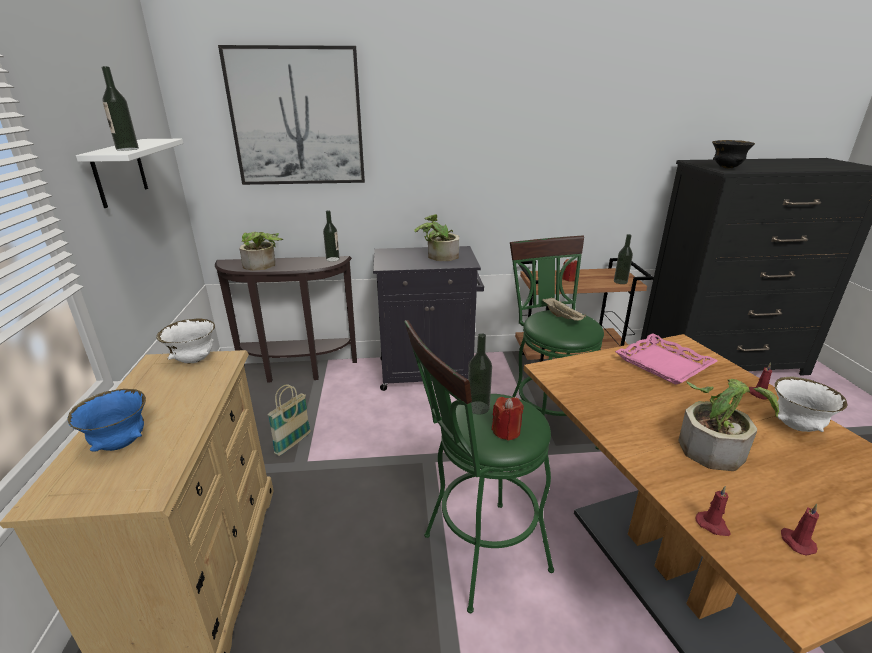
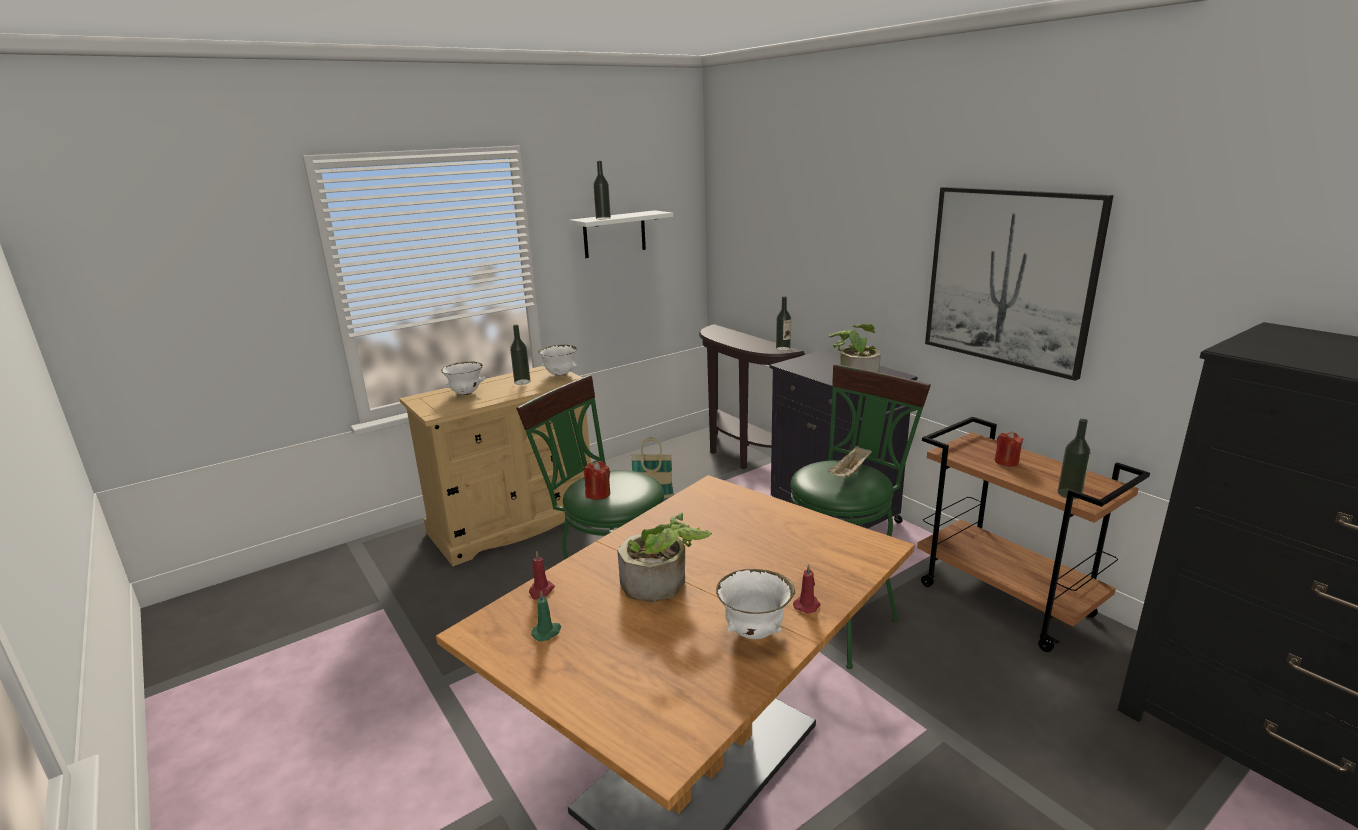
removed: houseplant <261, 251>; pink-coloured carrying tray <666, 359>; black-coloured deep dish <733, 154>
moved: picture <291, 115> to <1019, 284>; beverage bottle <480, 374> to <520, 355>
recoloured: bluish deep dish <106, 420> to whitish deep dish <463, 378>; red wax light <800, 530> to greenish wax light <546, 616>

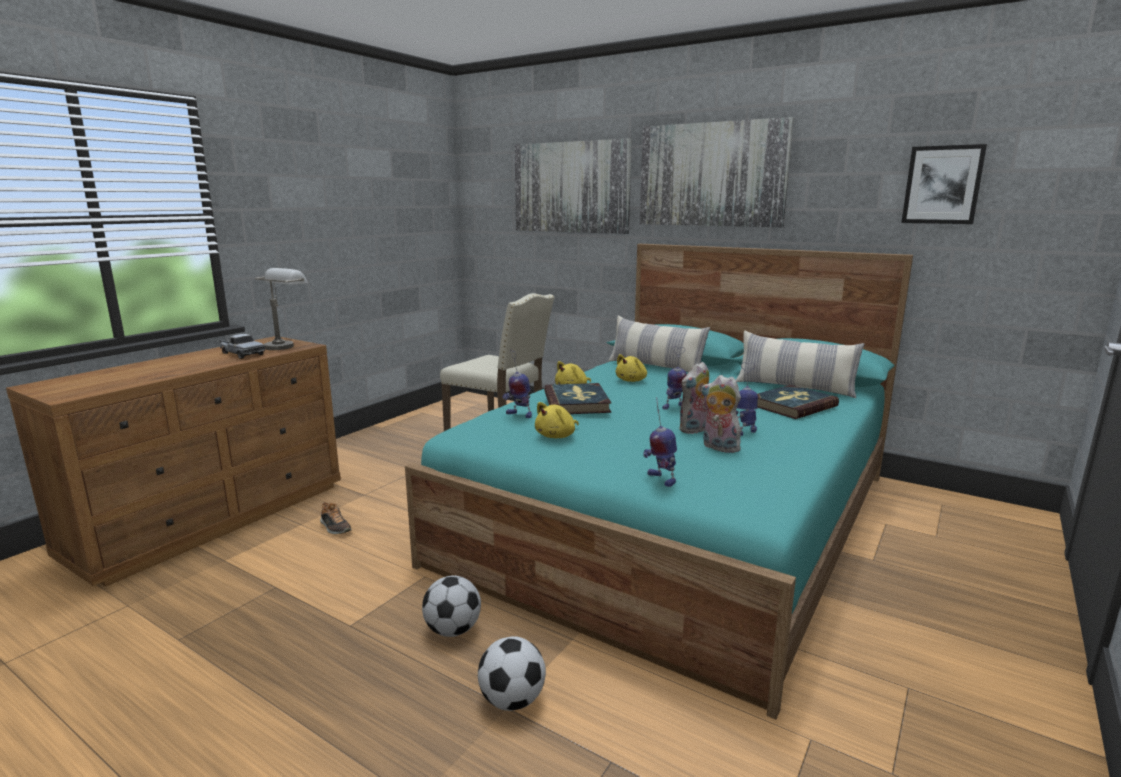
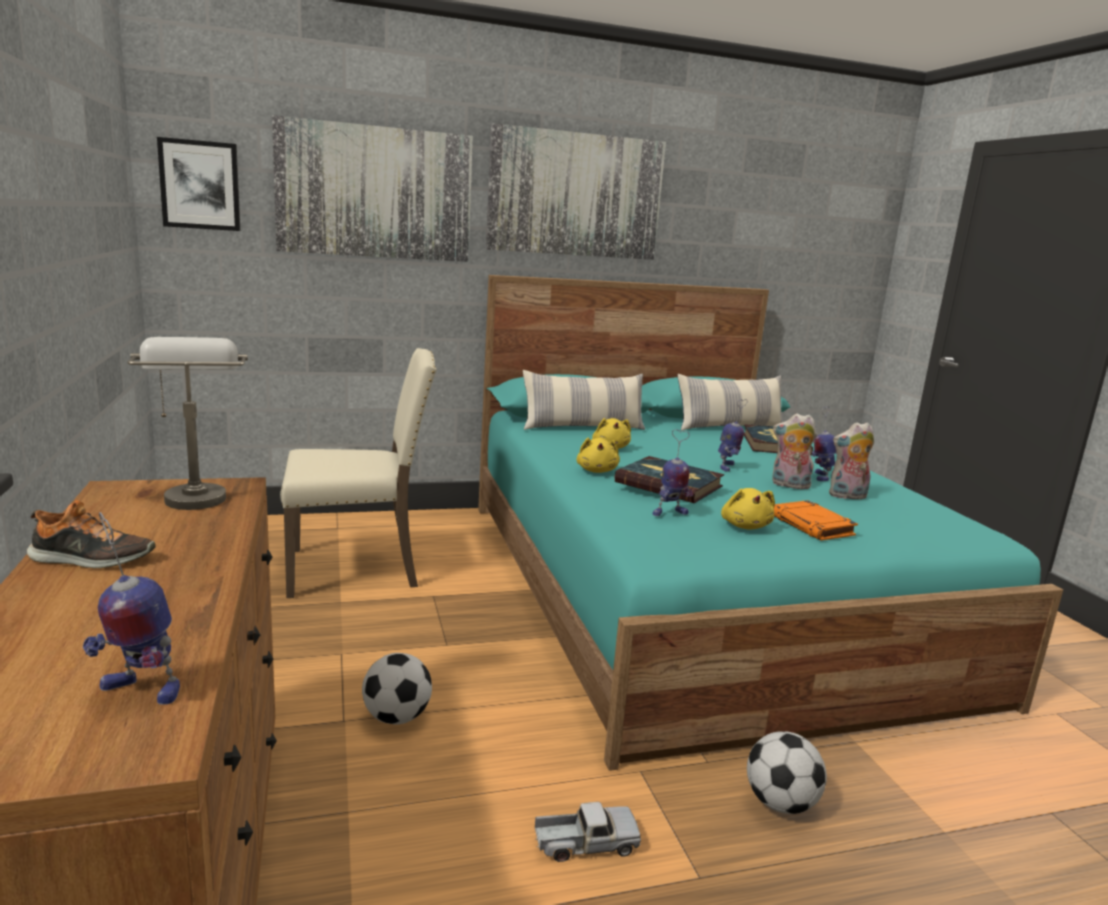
added: orangey volume <816, 520>
moved: model truck <242, 346> to <588, 832>; shoe <336, 518> to <91, 534>; ball for football <512, 673> to <397, 689>; model robot <660, 442> to <131, 608>; picture <944, 184> to <198, 184>
turned: plush toy <694, 398> = <794, 451> 105 degrees clockwise

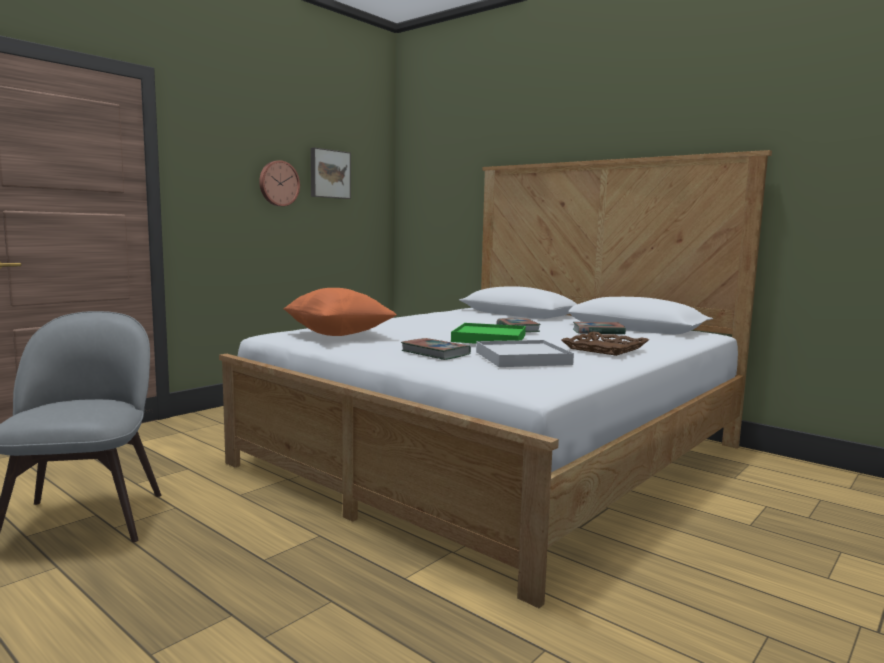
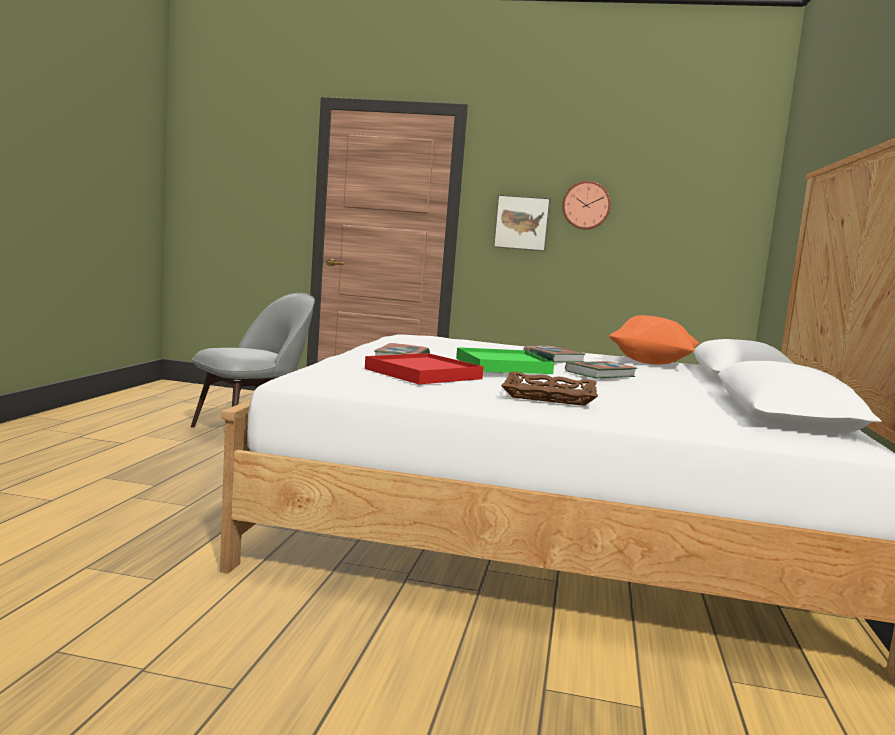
moved: orangey pillow <340, 312> to <654, 339>; picture <331, 173> to <522, 223>; volume <599, 328> to <554, 354>
recoloured: whitish carrying tray <525, 353> to red carrying tray <424, 368>

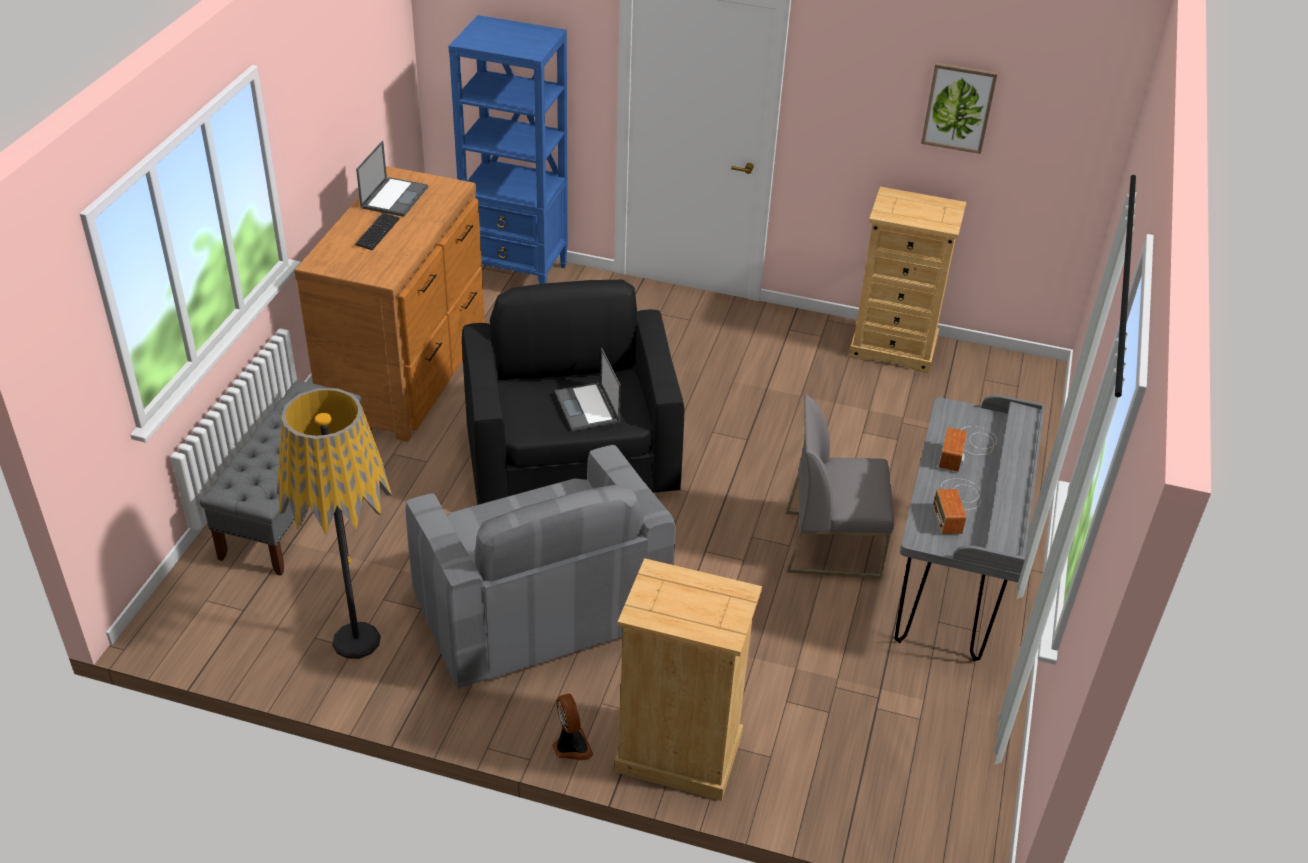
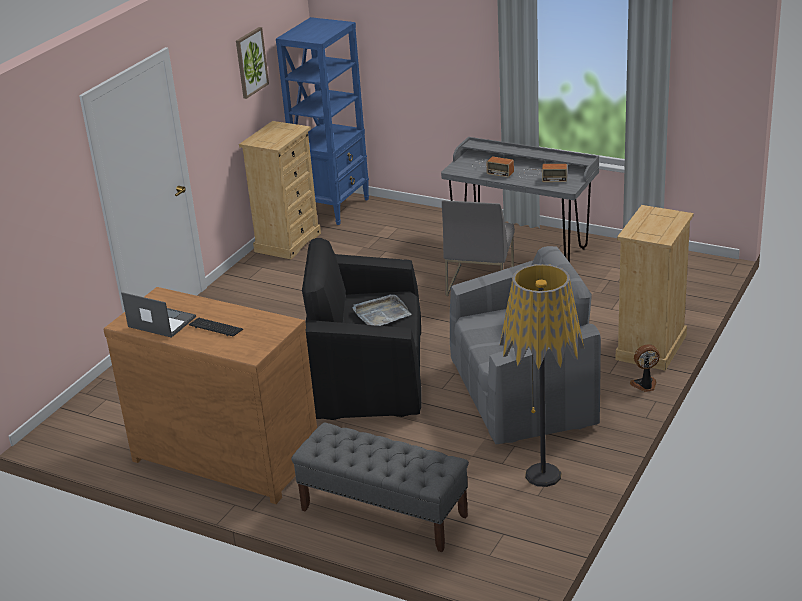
moved: bluish shelving unit <508, 149> to <322, 121>
replaced: portable computer <588, 389> to greyish carrying tray <382, 310>

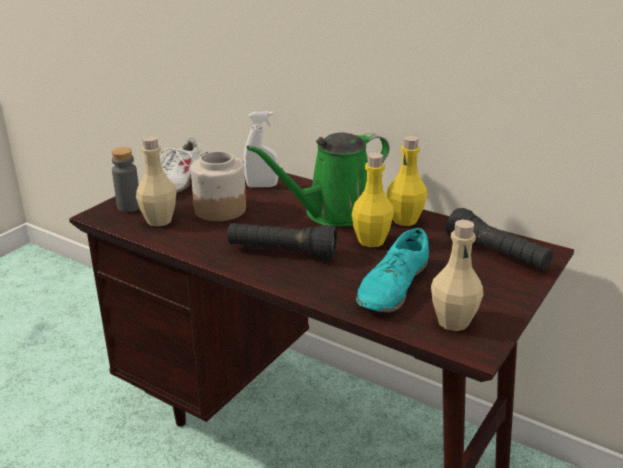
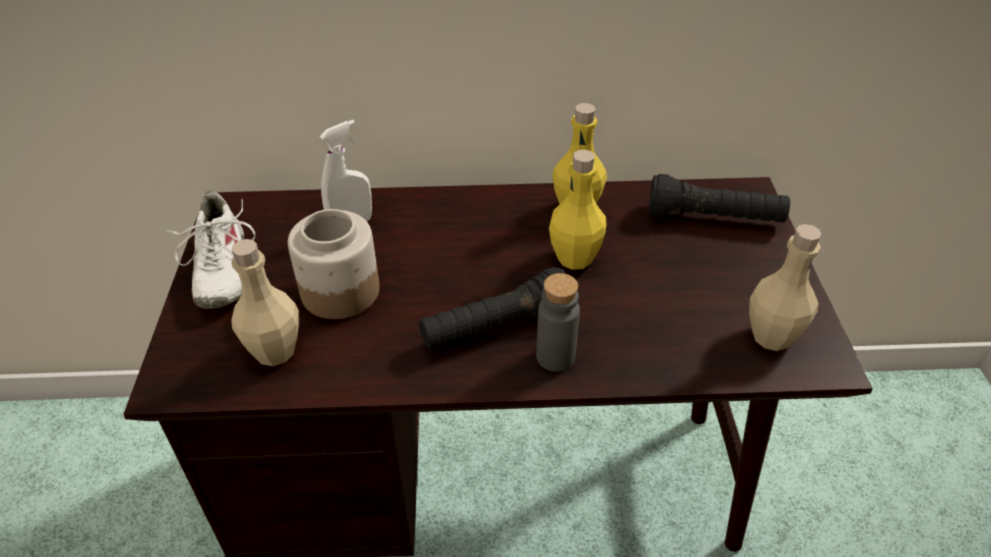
removed: greenish sprinkling can <318, 179>; turquoise-coloured shoe <392, 270>
moved: greyish beverage bottle <126, 179> to <558, 322>

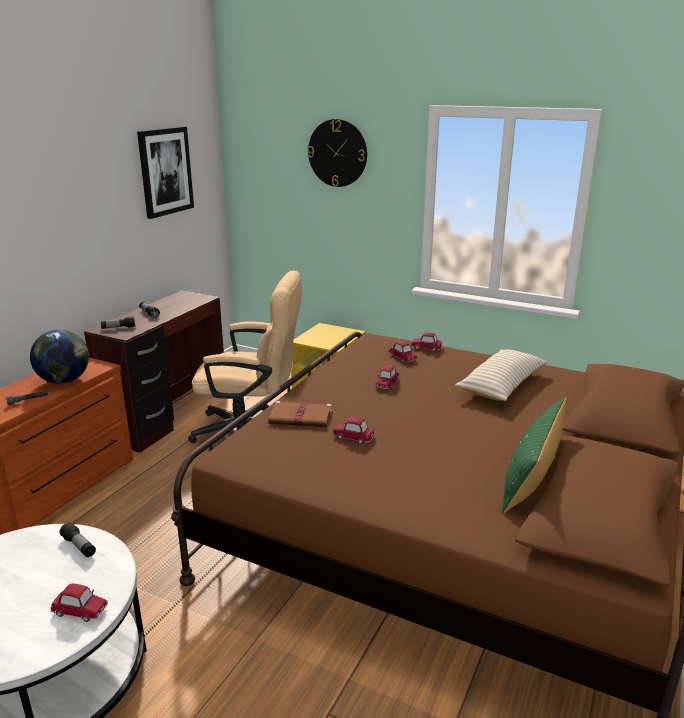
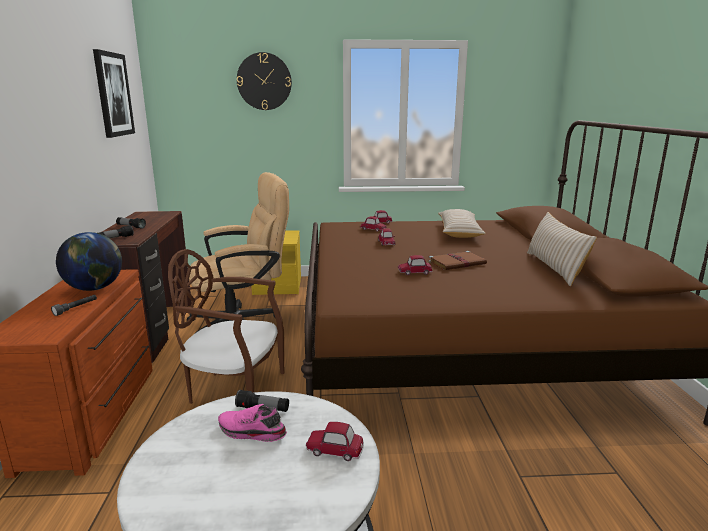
added: brown-coloured chair <226, 326>; pink-coloured shoe <252, 423>
moved: brown-coloured volume <302, 414> to <458, 260>
recoloured: greenish pillow <534, 455> to sand-coloured pillow <562, 249>
turned: toy car <79, 603> = <335, 441> 150 degrees counterclockwise

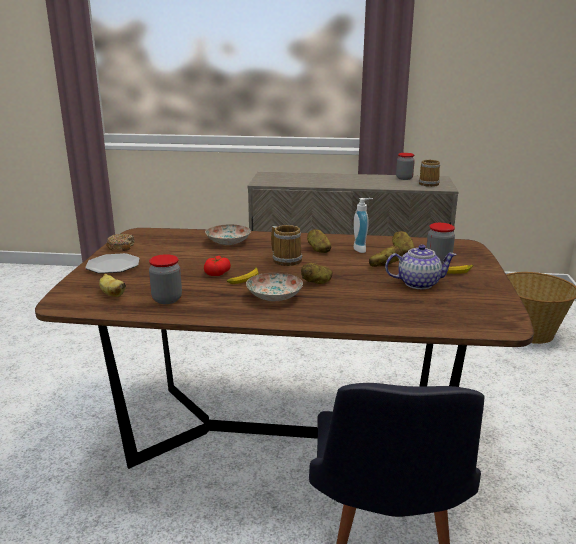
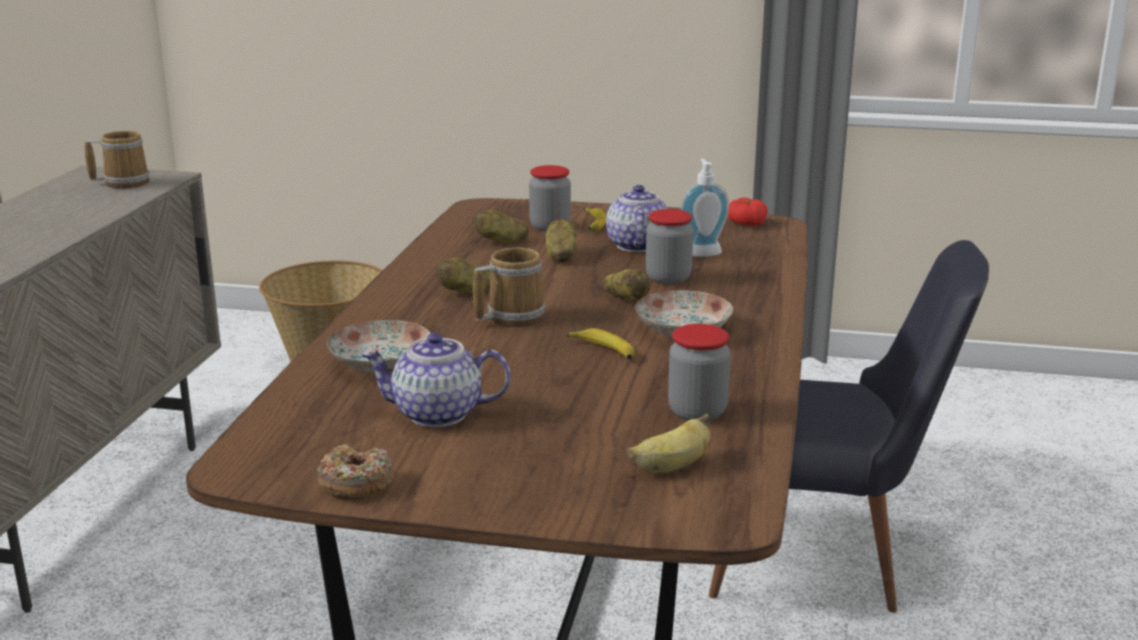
removed: dinner plate <112, 263>
added: teapot <436, 379>
moved: tomato <217, 266> to <748, 212>; soap bottle <363, 225> to <704, 208>; jar <405, 166> to <670, 246>

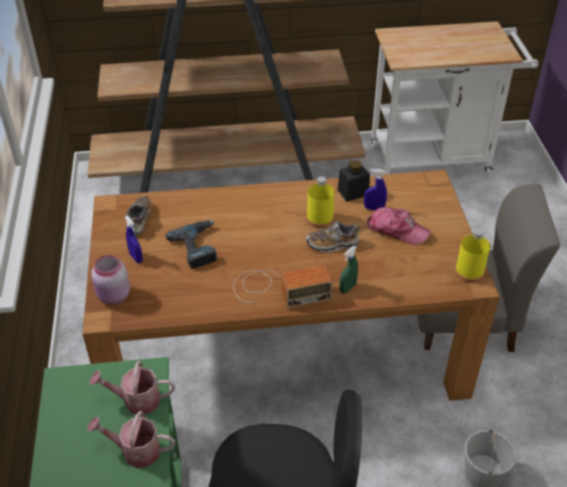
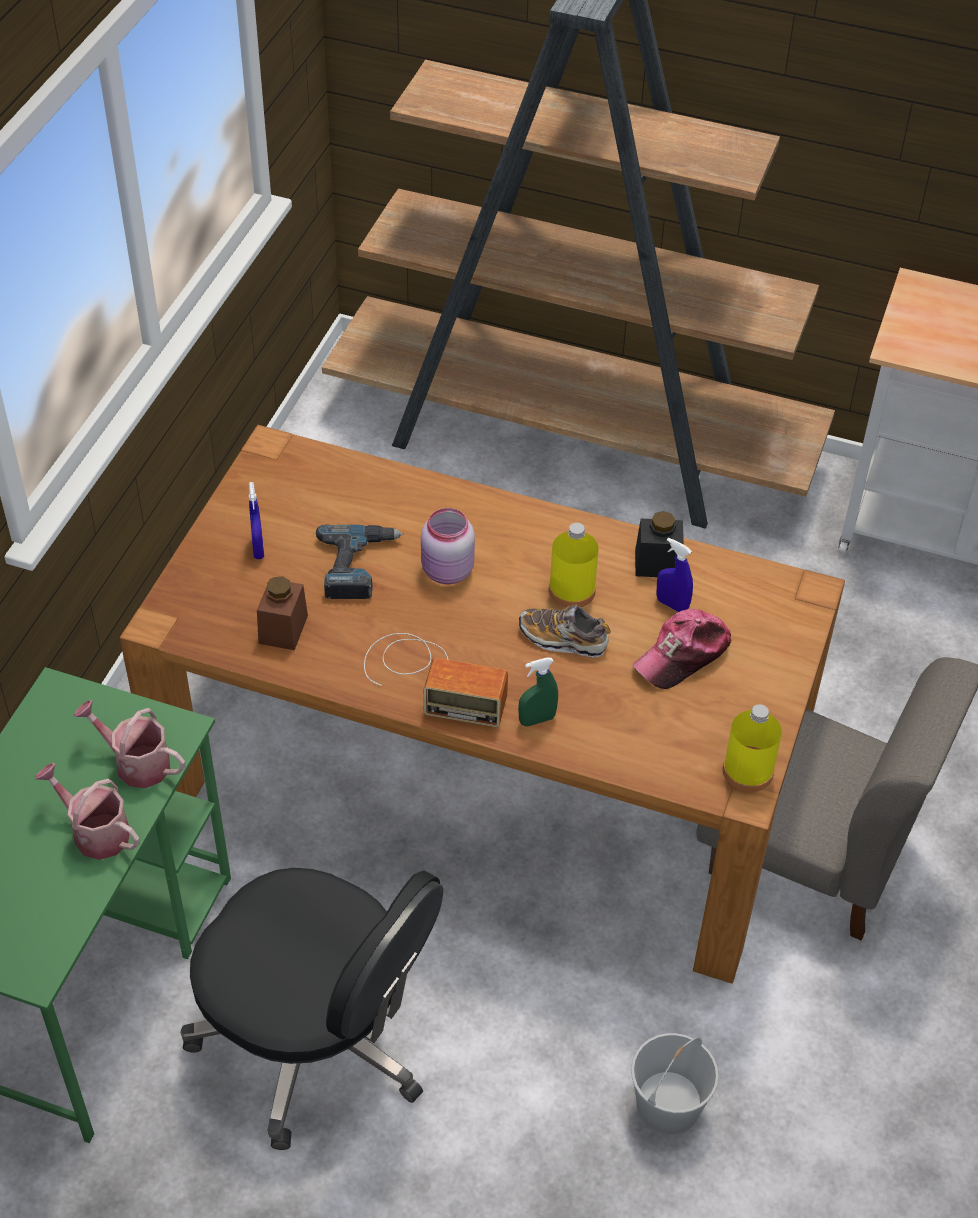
removed: shoe <138, 215>
added: brown-coloured jar <282, 613>
moved: pink-coloured jar <110, 279> to <448, 546>
turned: baseball cap <399, 226> = <682, 649> 90 degrees clockwise

